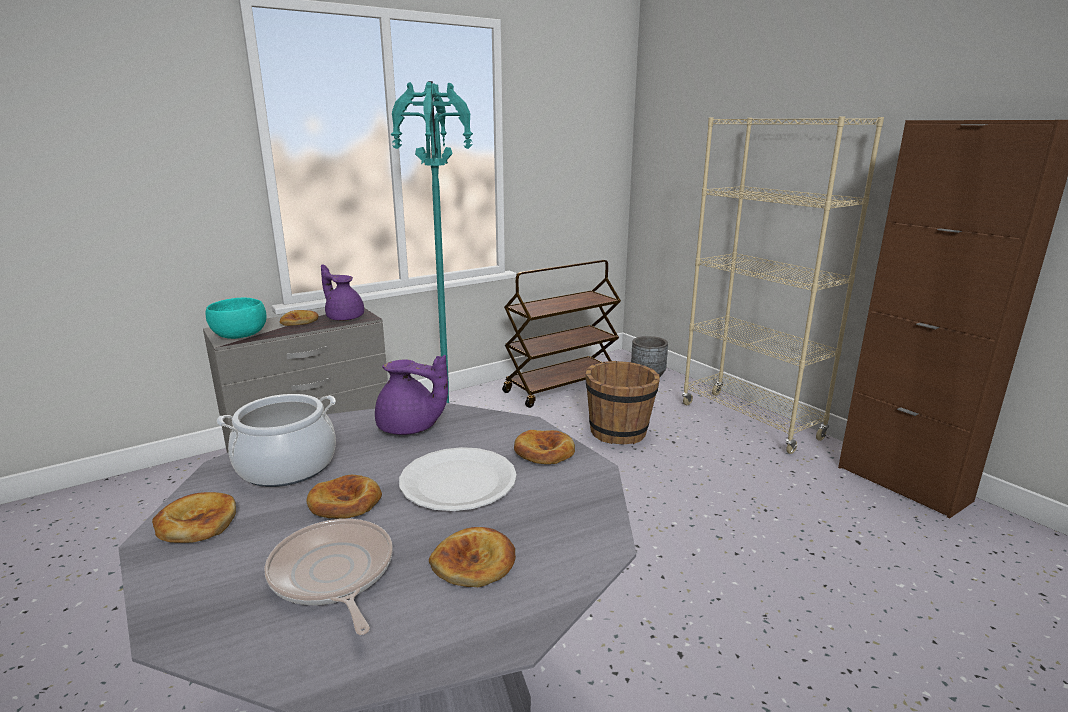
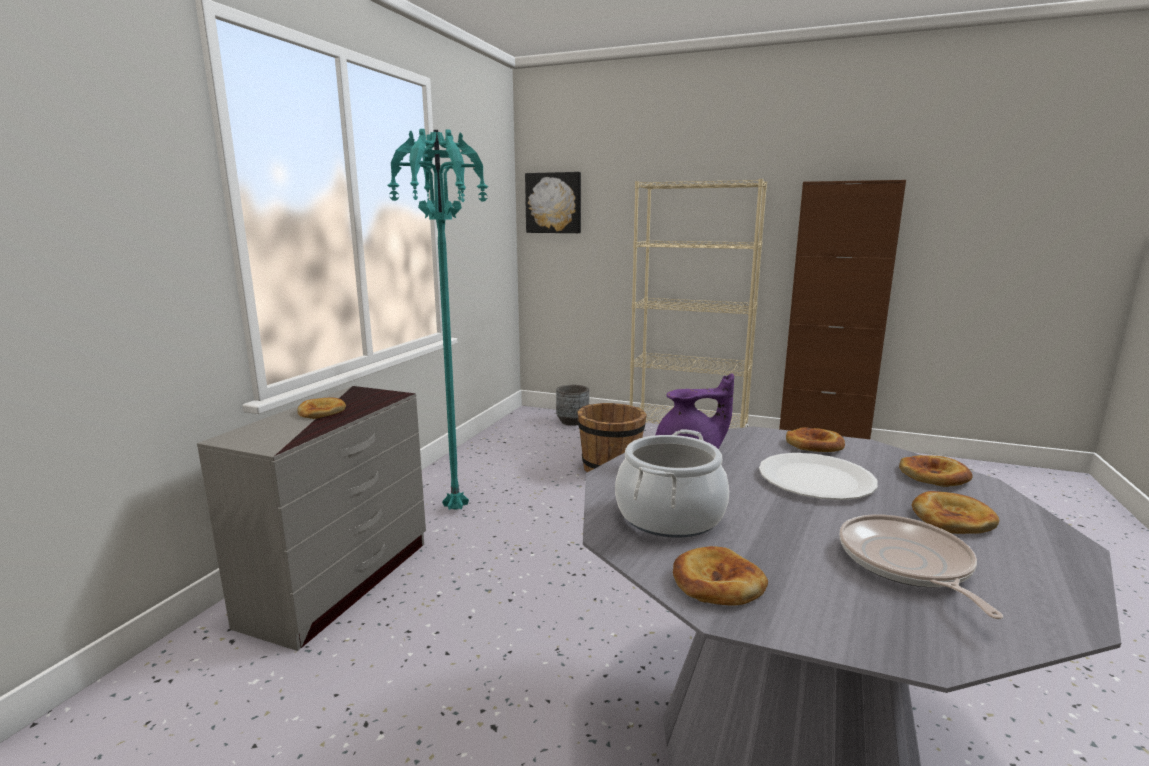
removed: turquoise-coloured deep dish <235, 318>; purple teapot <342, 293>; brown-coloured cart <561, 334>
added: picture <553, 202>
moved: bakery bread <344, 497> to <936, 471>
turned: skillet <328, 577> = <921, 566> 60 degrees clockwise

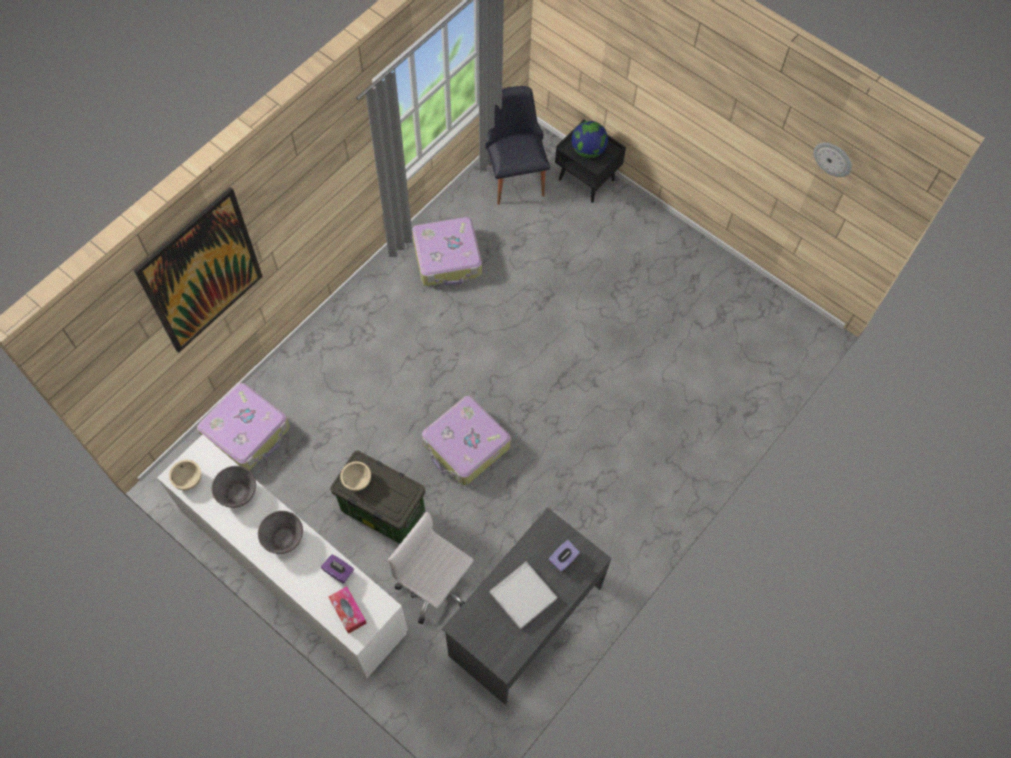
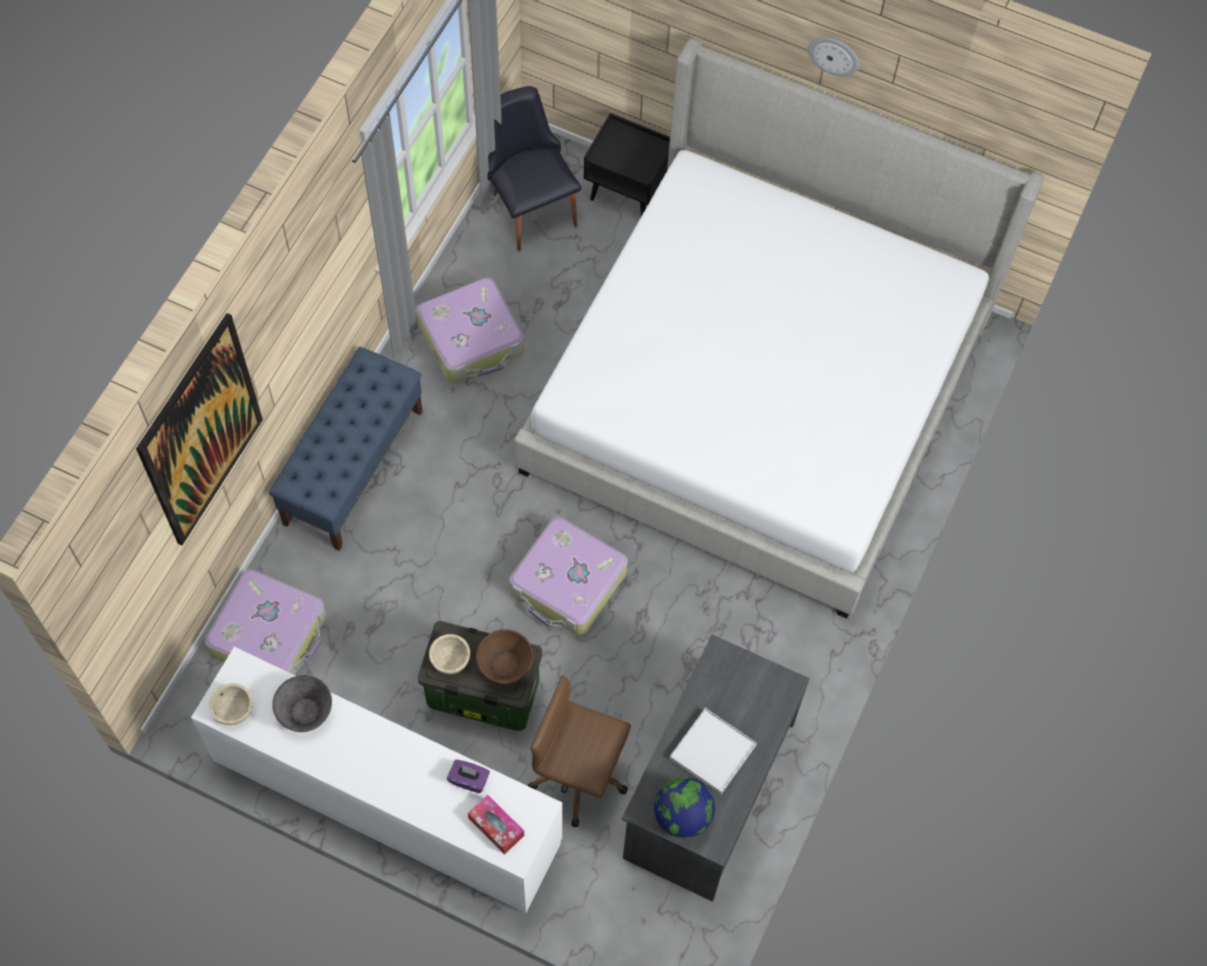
removed: greyish deep dish <280, 532>; purple box of tissues <564, 556>
added: bluish indoor bench <346, 449>; brown-coloured deep dish <504, 656>; bed <779, 328>
moved: globe <590, 139> to <684, 807>; hanging clock <833, 160> to <833, 57>
recoloured: whitish computer chair <431, 568> to brown-coloured computer chair <579, 751>

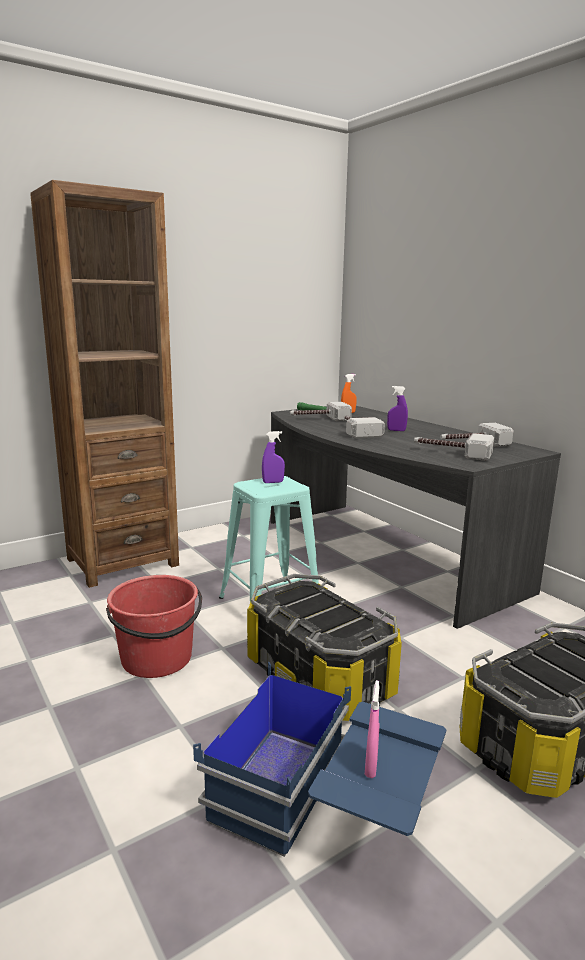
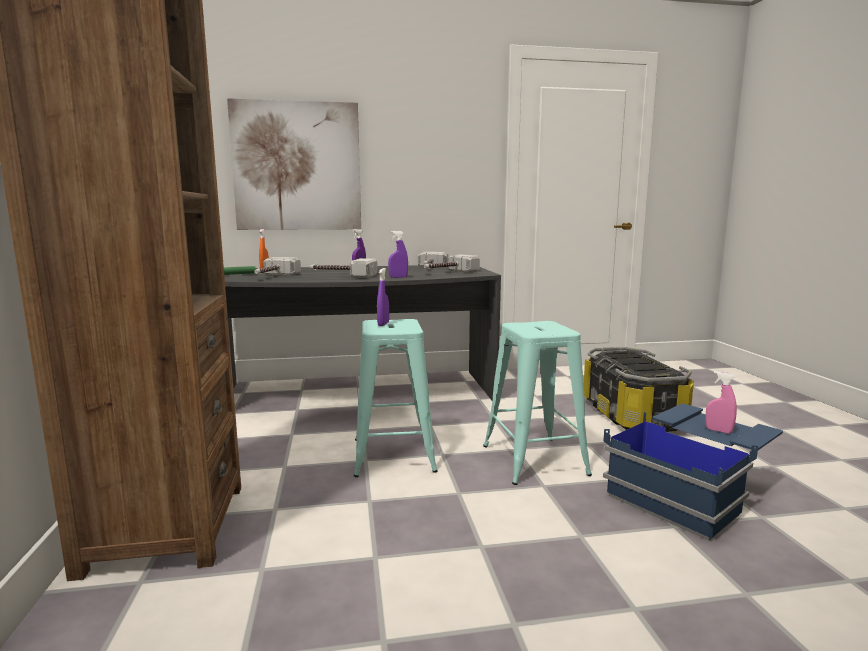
removed: red pail <154, 626>
added: picture <294, 164>; purple spray bottle <398, 254>
replaced: storage container <324, 647> to turquoise-coloured stool <537, 403>

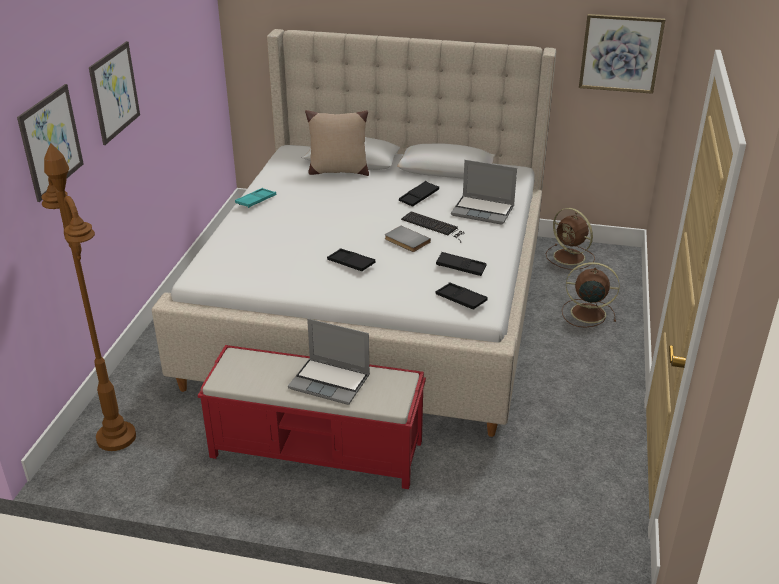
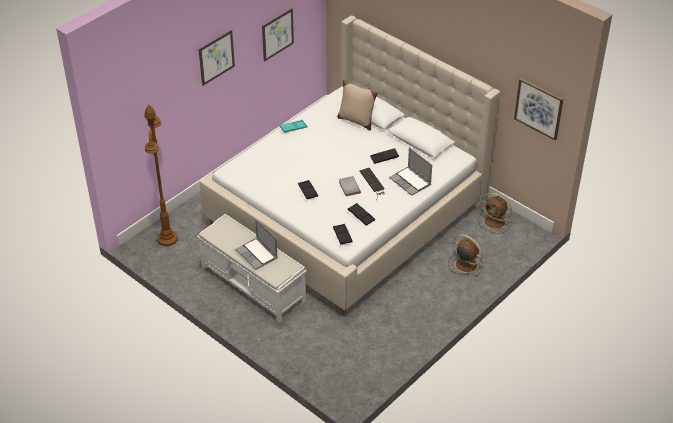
moved: picture <50, 143> to <278, 35>
recoloured: red indoor bench <312, 417> to whitish indoor bench <252, 268>
turned: brown-coloured cooling fan <570, 239> = <495, 213> 45 degrees counterclockwise

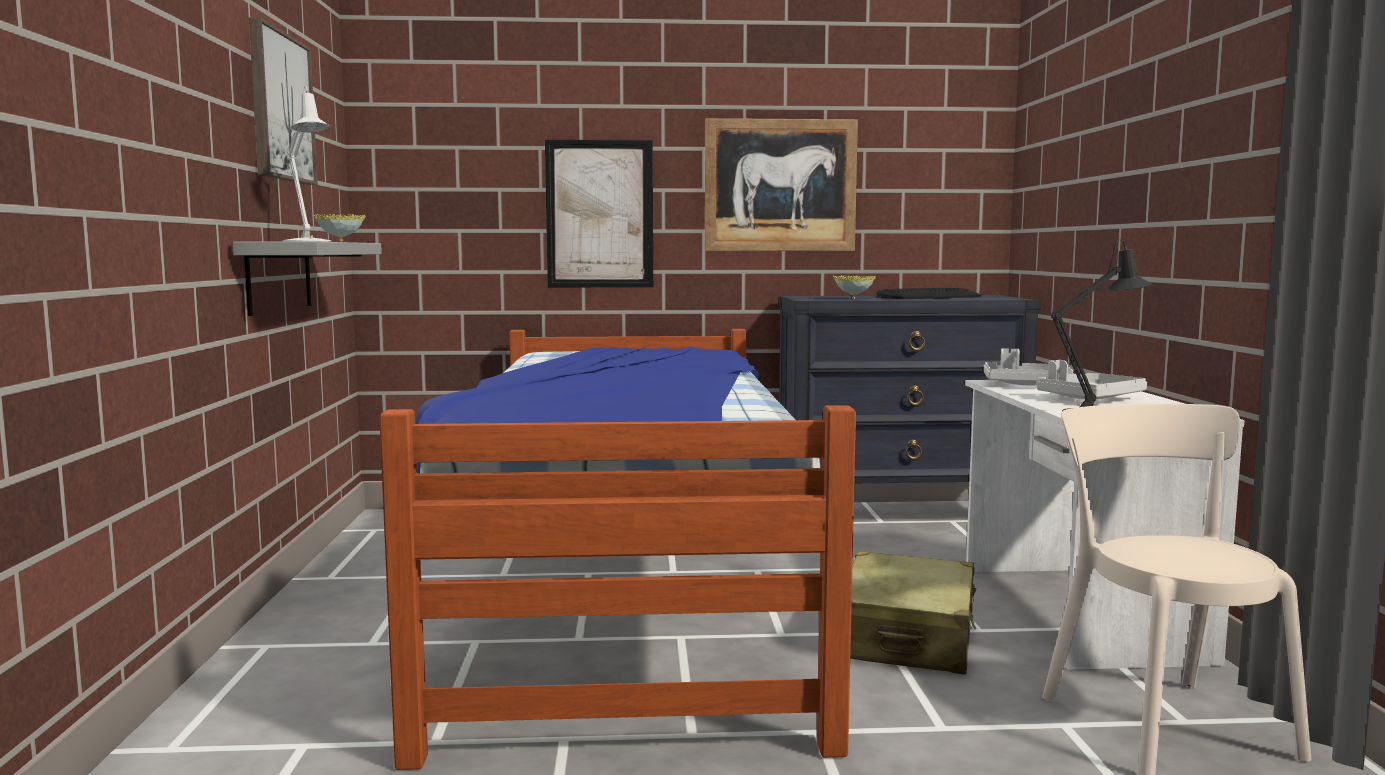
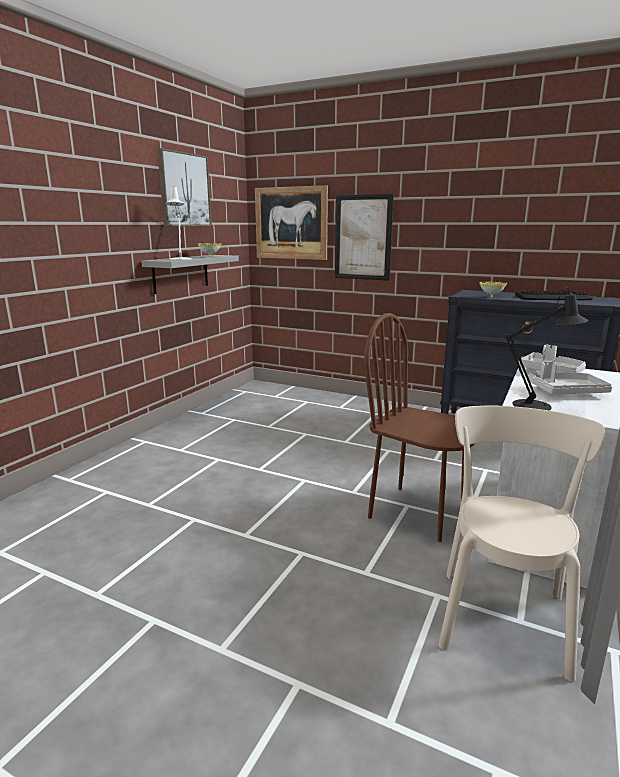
removed: bed <617, 549>
moved: picture <781, 184> to <291, 222>
replaced: sand-coloured suitcase <913, 613> to brown-coloured chair <419, 427>

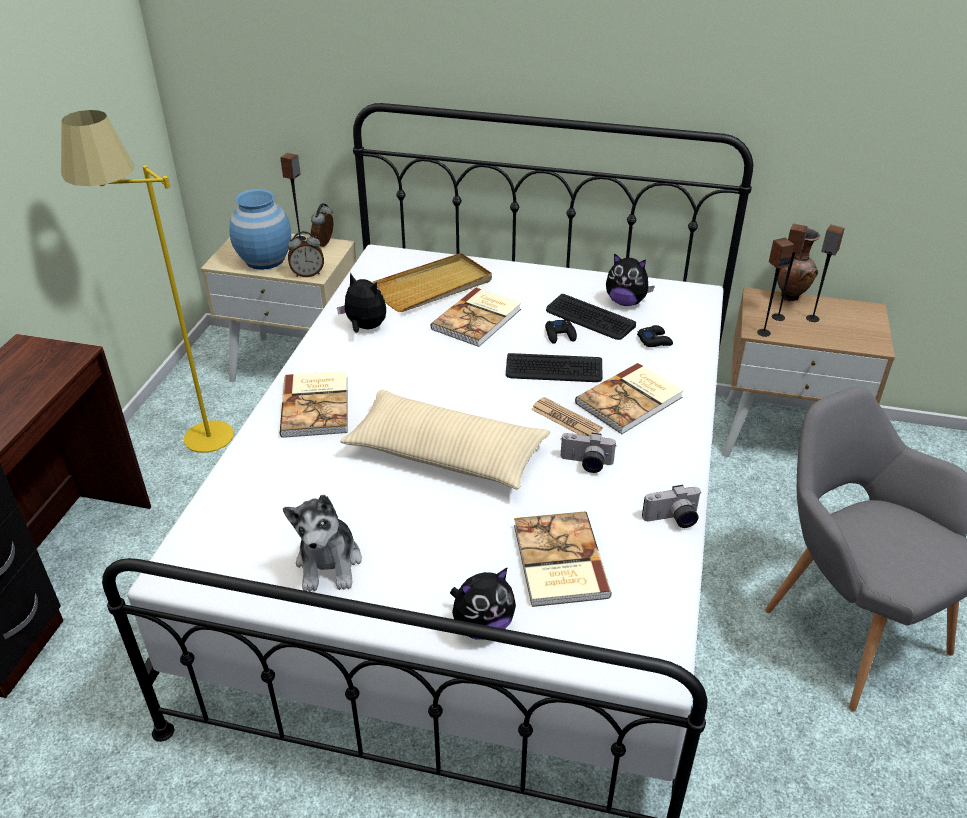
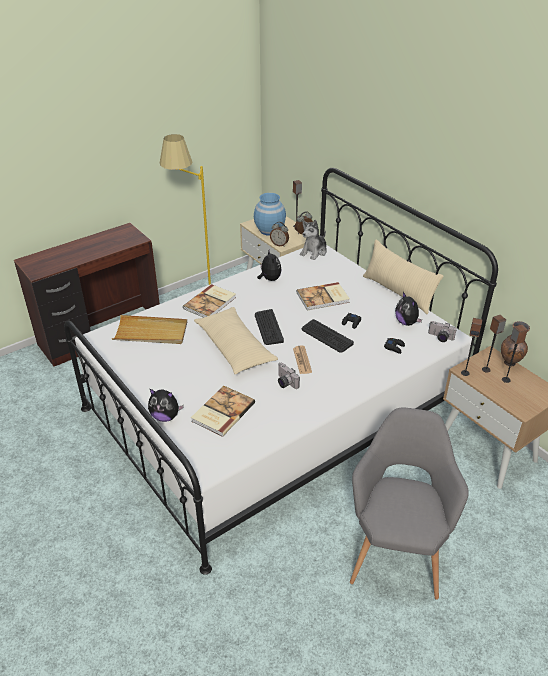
removed: volume <629, 398>
added: sand-coloured pillow <403, 277>
moved: plush toy <322, 543> to <313, 240>; sand-coloured carrying tray <432, 282> to <149, 329>; PC keyboard <591, 317> to <269, 327>; photo camera <672, 506> to <442, 331>

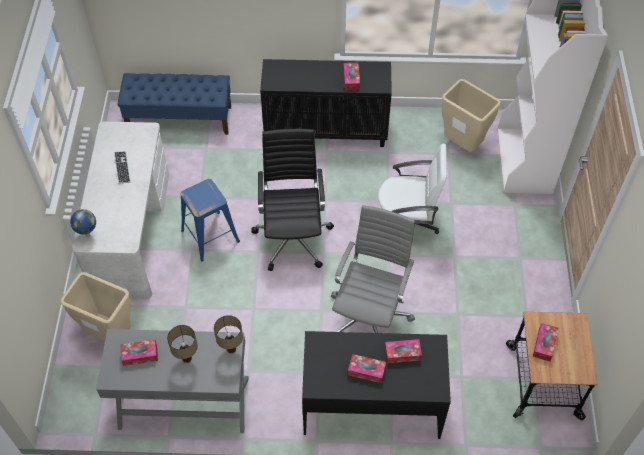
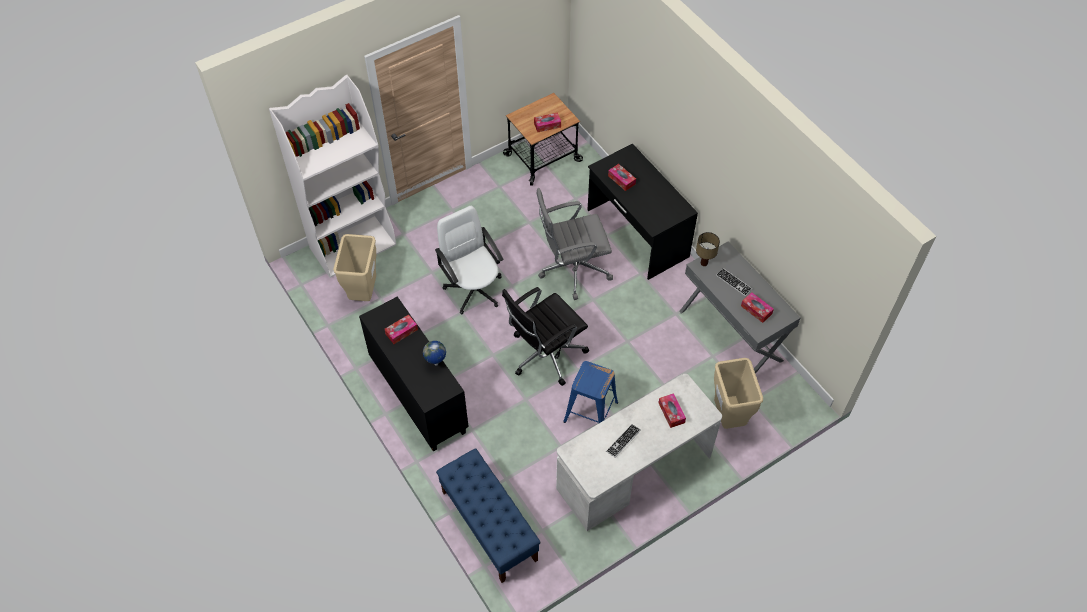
moved: globe <83, 223> to <434, 353>; box of tissues <367, 368> to <672, 410>
replaced: lamp for a table <182, 344> to PC keyboard <734, 282>

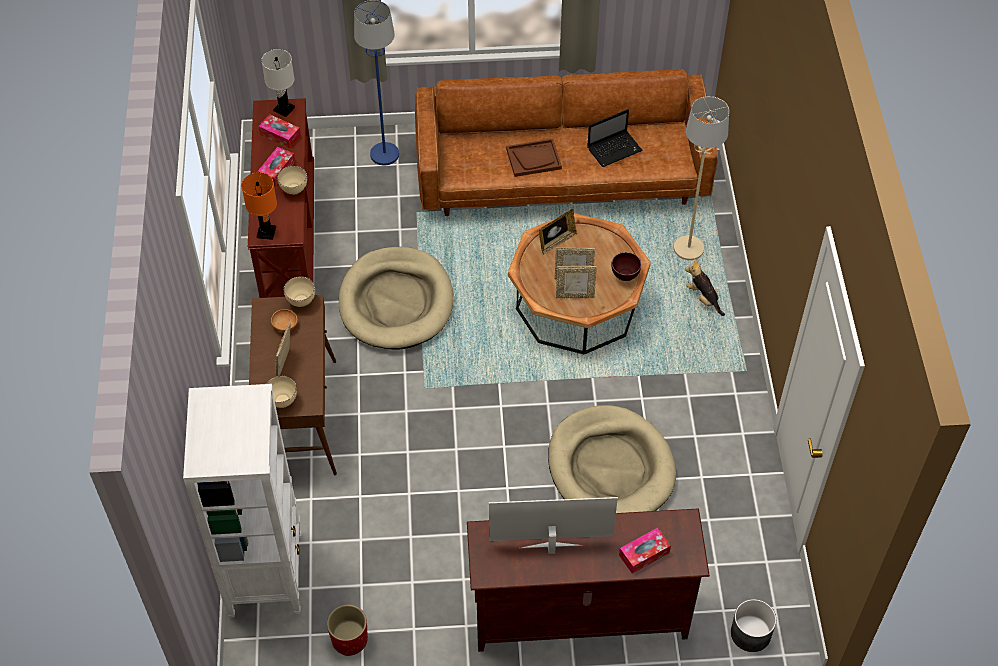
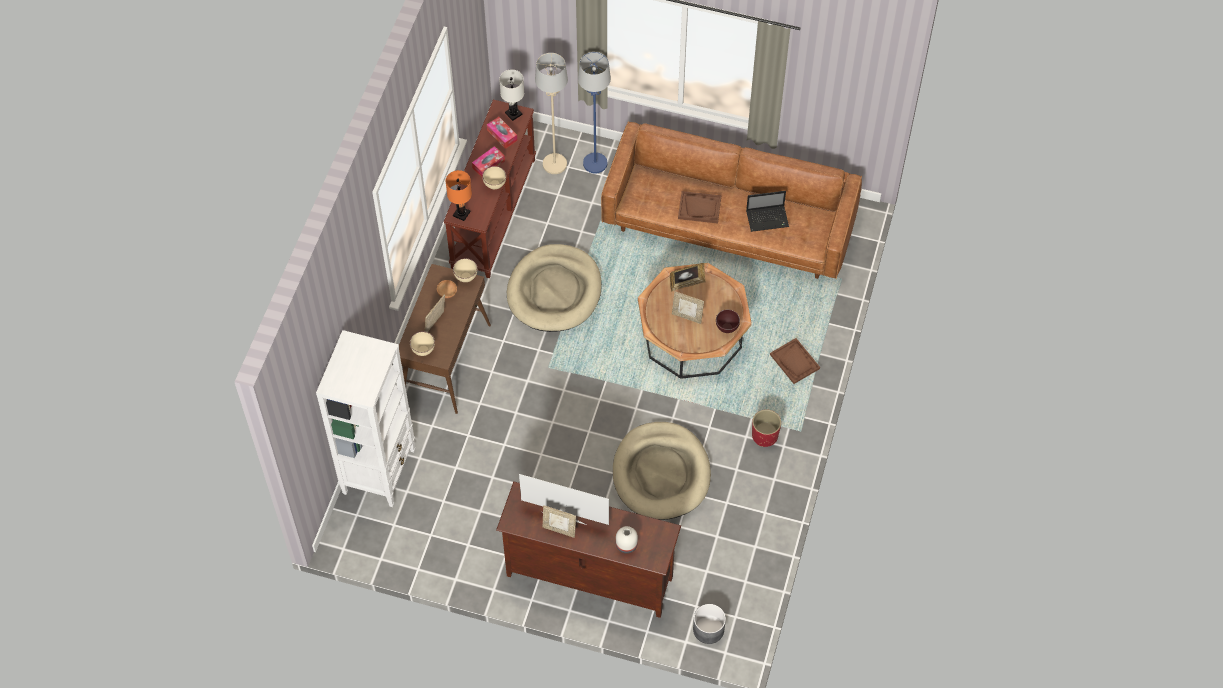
moved: red plant pot <347, 630> to <766, 428>; standing frame <576, 282> to <559, 521>; sand-coloured standing lamp <701, 178> to <551, 113>
replaced: box of tissues <645, 550> to whitish flower vase <627, 540>; plush toy <705, 287> to brown-coloured carrying tray <795, 361>

